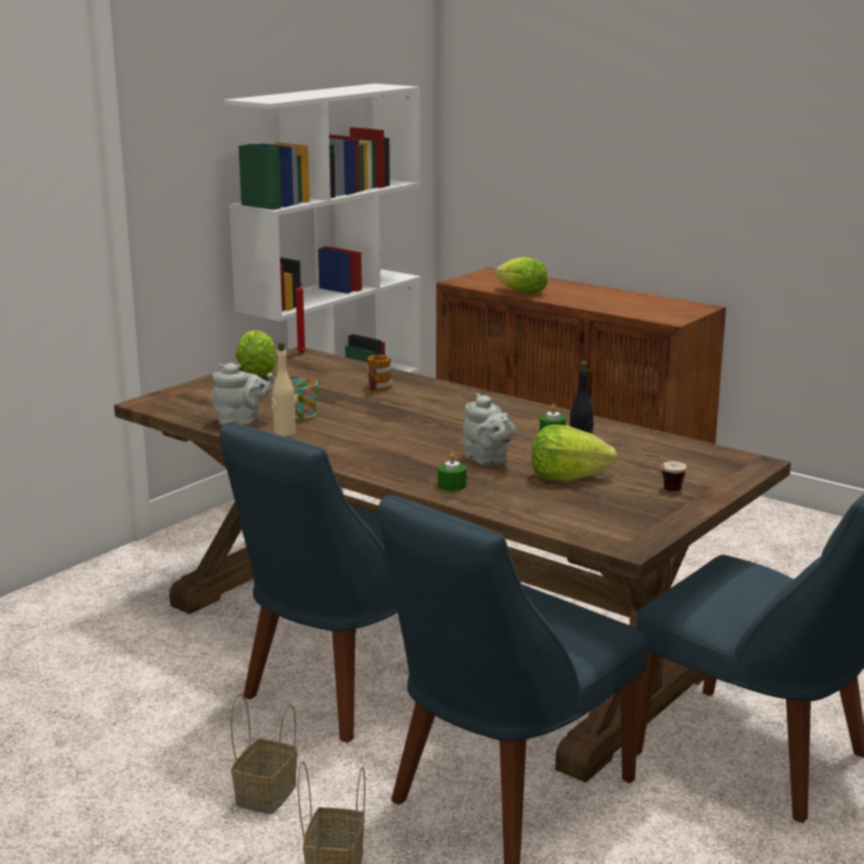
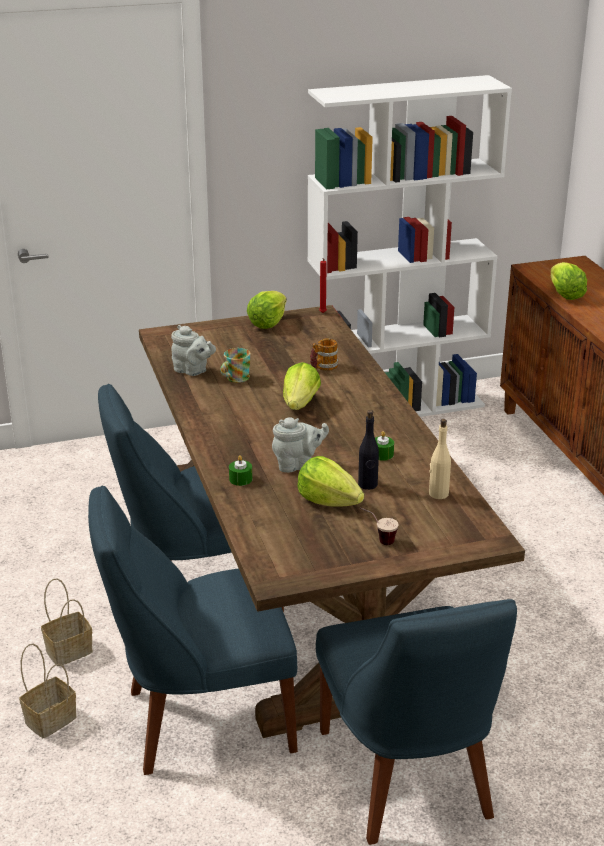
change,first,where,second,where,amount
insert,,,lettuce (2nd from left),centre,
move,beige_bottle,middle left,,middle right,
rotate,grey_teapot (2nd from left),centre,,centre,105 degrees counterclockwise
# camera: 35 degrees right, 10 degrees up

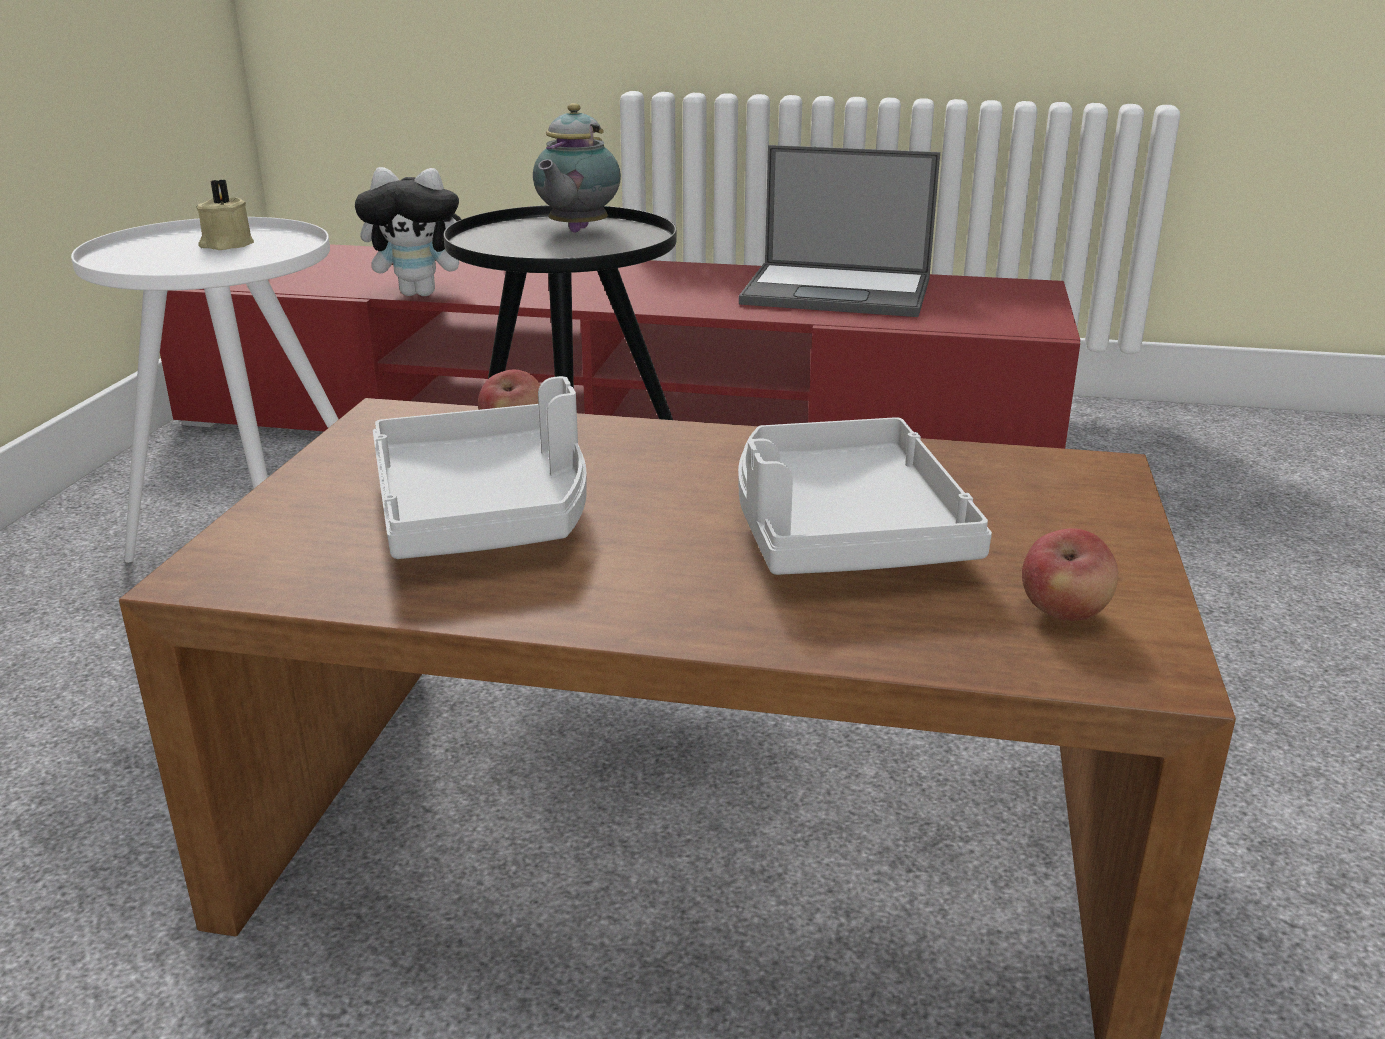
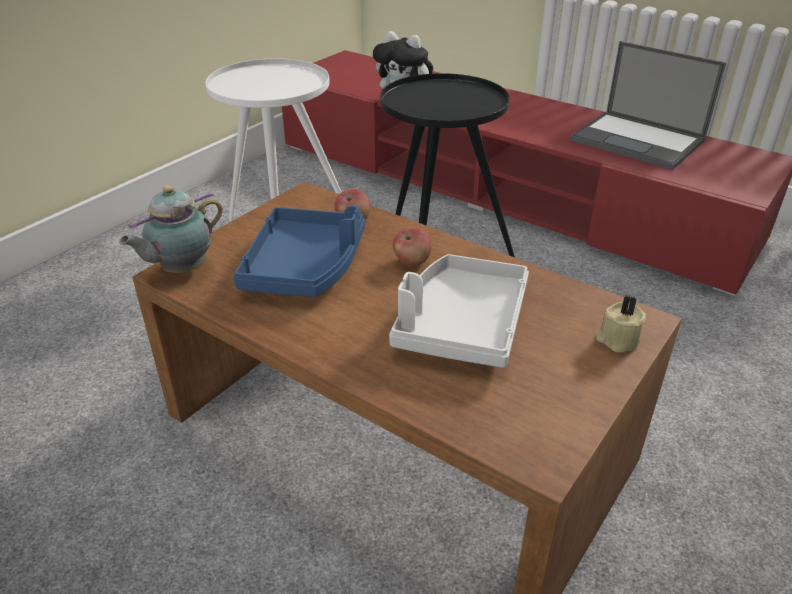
change,first,where,second,where,amount
move,beige_candle,top left,,middle right,
move,teapot,top centre,,middle left,
move,apple (2nd from left),middle right,,centre,
recolor,grey_tray (1st from left),centre,blue_tray,centre,
# camera: 25 degrees right, 10 degrees up

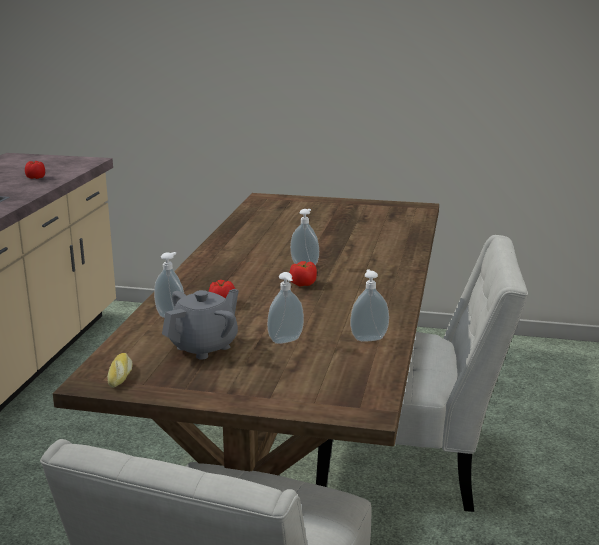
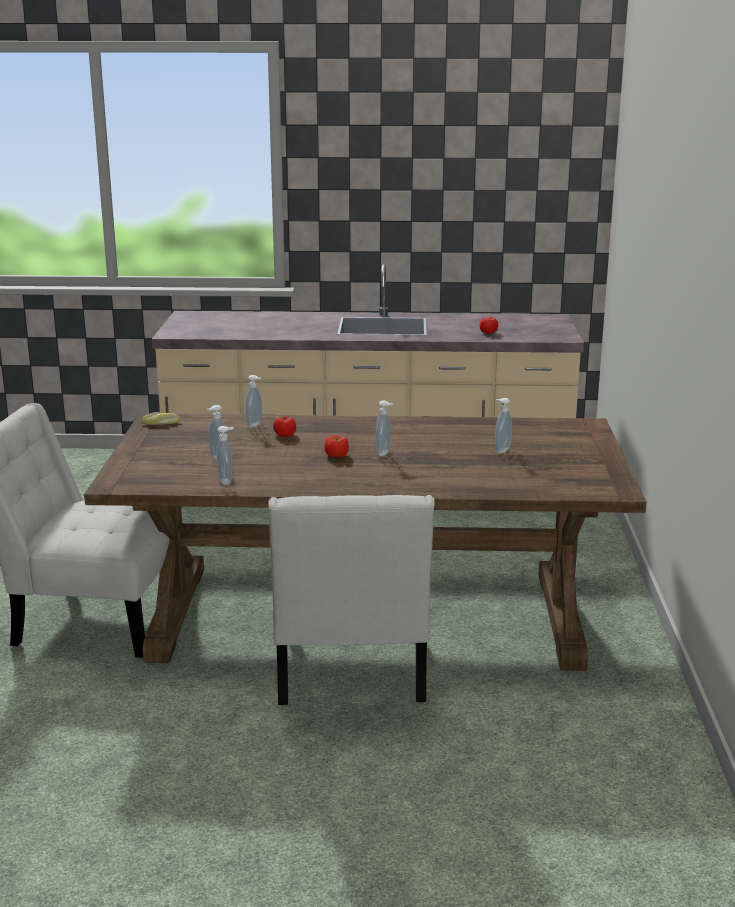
change,first,where,second,where,amount
delete,grey_teapot,centre,,,
insert,,,soap_dispenser (5th from left),middle right,
# camera: 80 degrees right, 0 degrees up

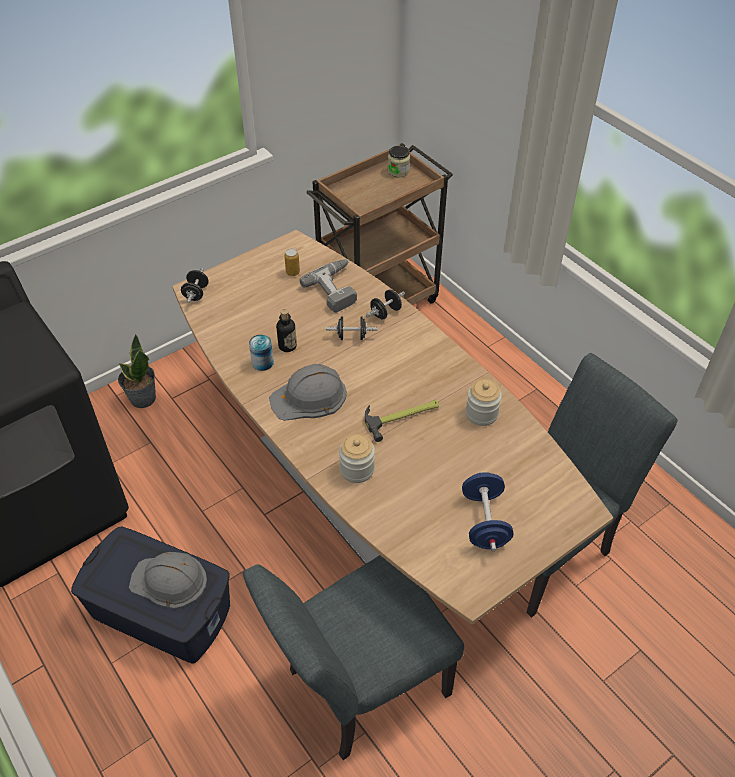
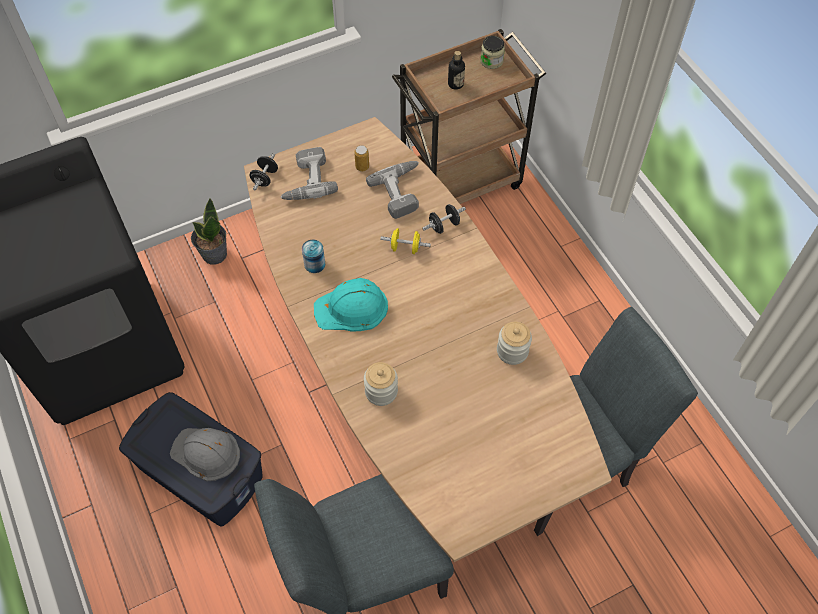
change,first,where,second,where,amount
delete,hammer,centre,,,
delete,blue_dumbbell,centre,,,
insert,,,power_drill (1st from left),top centre,
move,bottle,centre,,top centre,
recolor,grey_hard_hat (2nd from left),centre,turquoise_hard_hat,centre,
recolor,black_dumbbell (2nd from left),centre,yellow_dumbbell,centre,
# camera: 10 degrees right, 10 degrees up

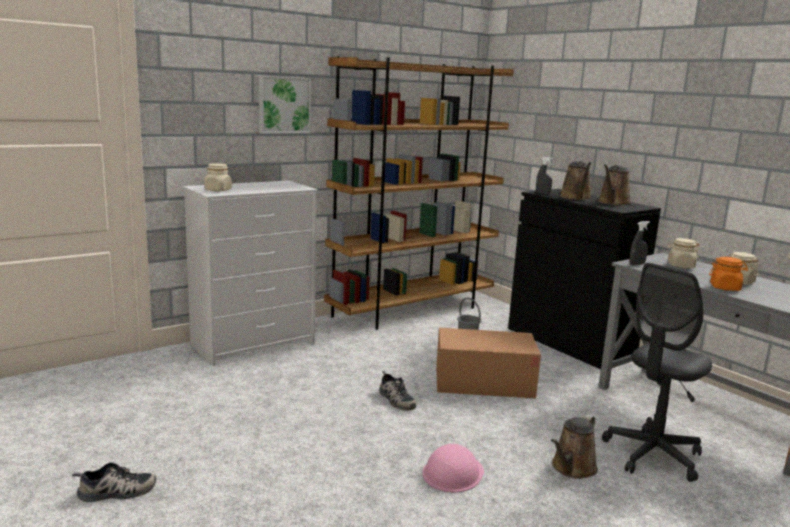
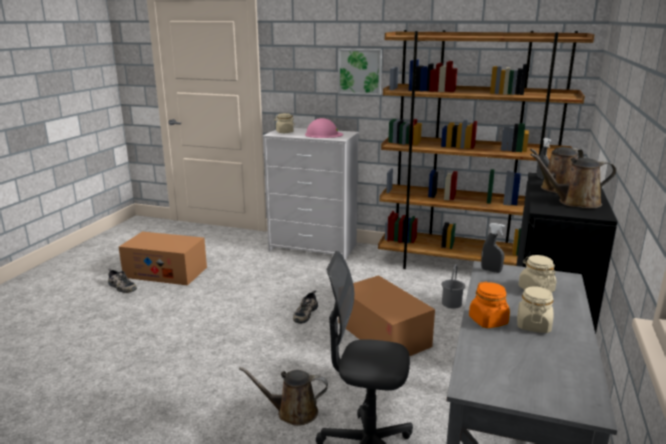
change,first,where,second,where,amount
insert,,,cardboard_box (1st from left),middle left,
move,pink_hard_hat,bottom centre,,top centre,
# camera: 55 degrees right, 5 degrees up

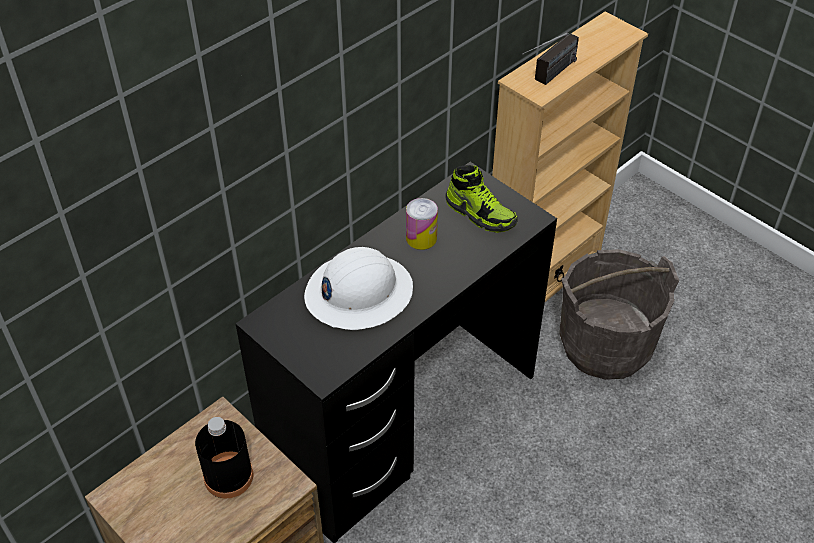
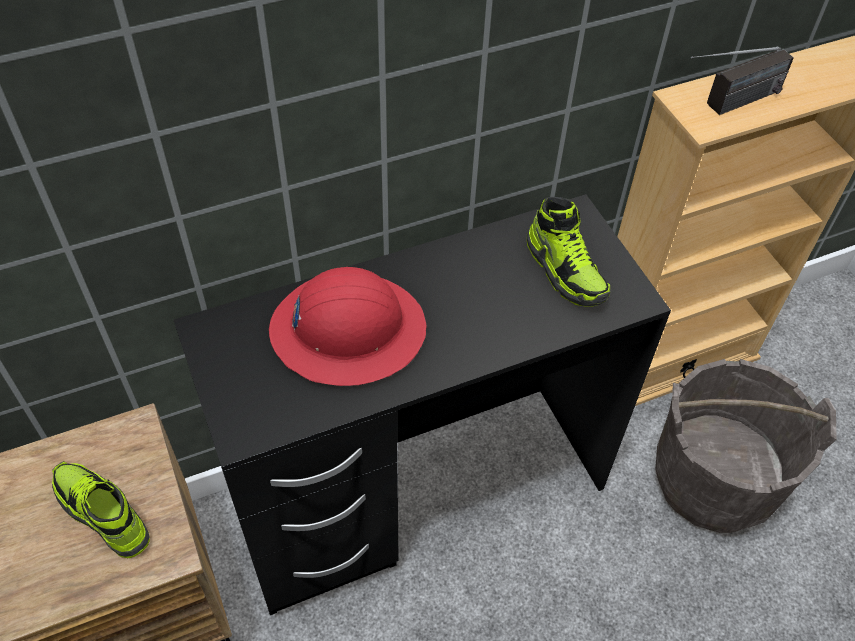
change,first,where,second,where,amount
delete,can,centre,,,
replace,black_bottle,bottom left,shoe (1st from left),bottom left,
recolor,white_hard_hat,centre,red_hard_hat,centre,
# camera: 20 degrees right, 5 degrees up

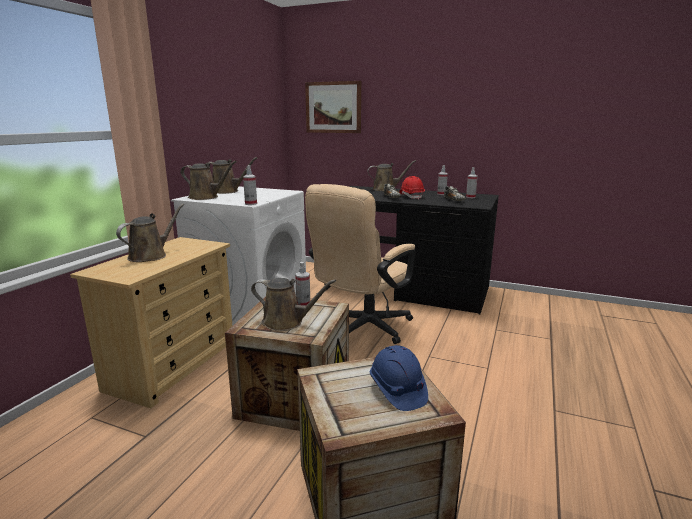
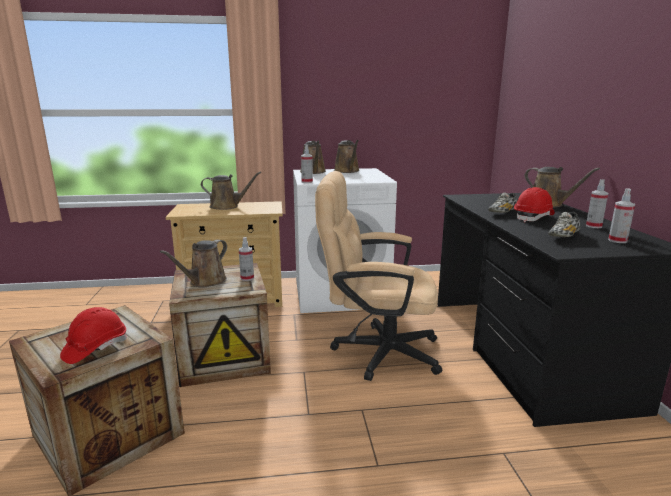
change,first,where,second,where,amount
delete,picture,top centre,,,
recolor,blue_hard_hat,bottom centre,red_hard_hat (1st from left),bottom left,
rotate,brown_watering_can (4th from left in the first image),centre,brown_watering_can (1st from left),middle left,45 degrees clockwise
# camera: 60 degrees right, 0 degrees up

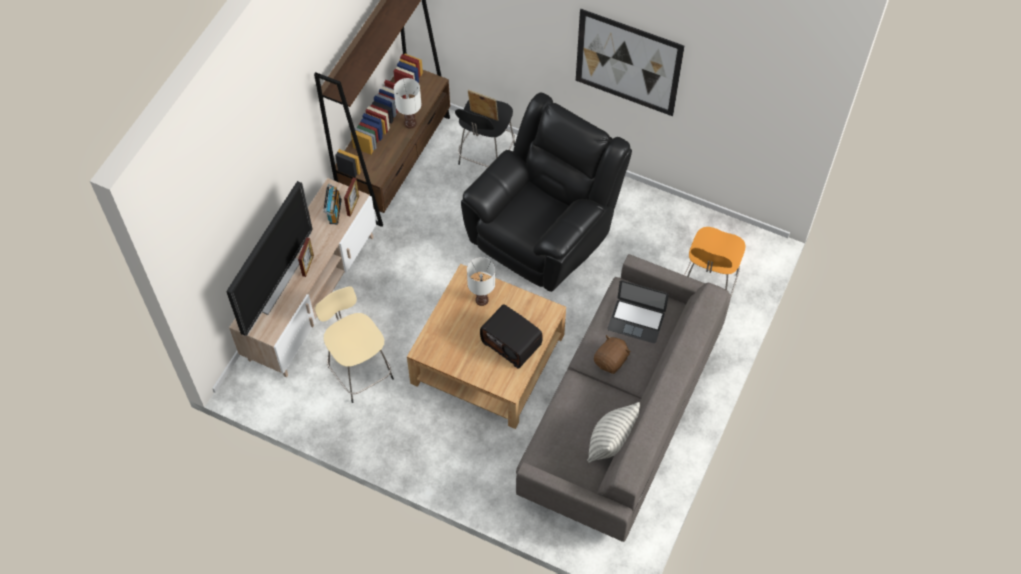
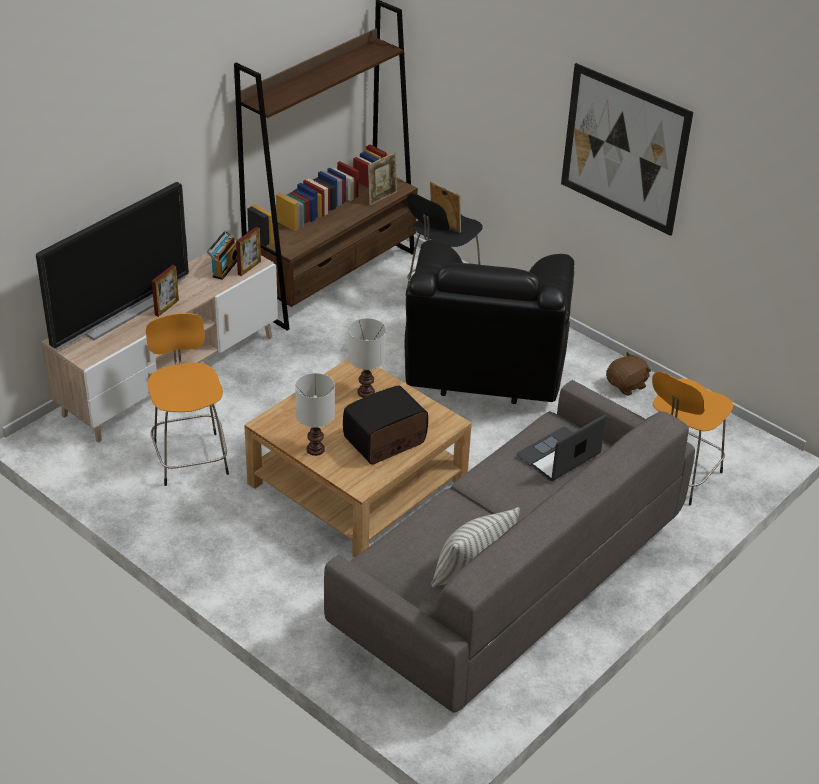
change,first,where,second,where,amount
insert,,,picture_frame (3rd from left),top centre,
move,white_table_lamp (1st from left),top centre,,centre,
move,brown_plush_toy,centre,,middle right,
recolor,beige_stool,centre,orange_stool (1st from left),middle left,
rotate,black_armchair,centre,,centre,135 degrees clockwise
rotate,radio (2nd from left),centre,,centre,90 degrees clockwise
rotate,laptop,centre,,middle right,105 degrees clockwise
# camera: 15 degrees right, 20 degrees down

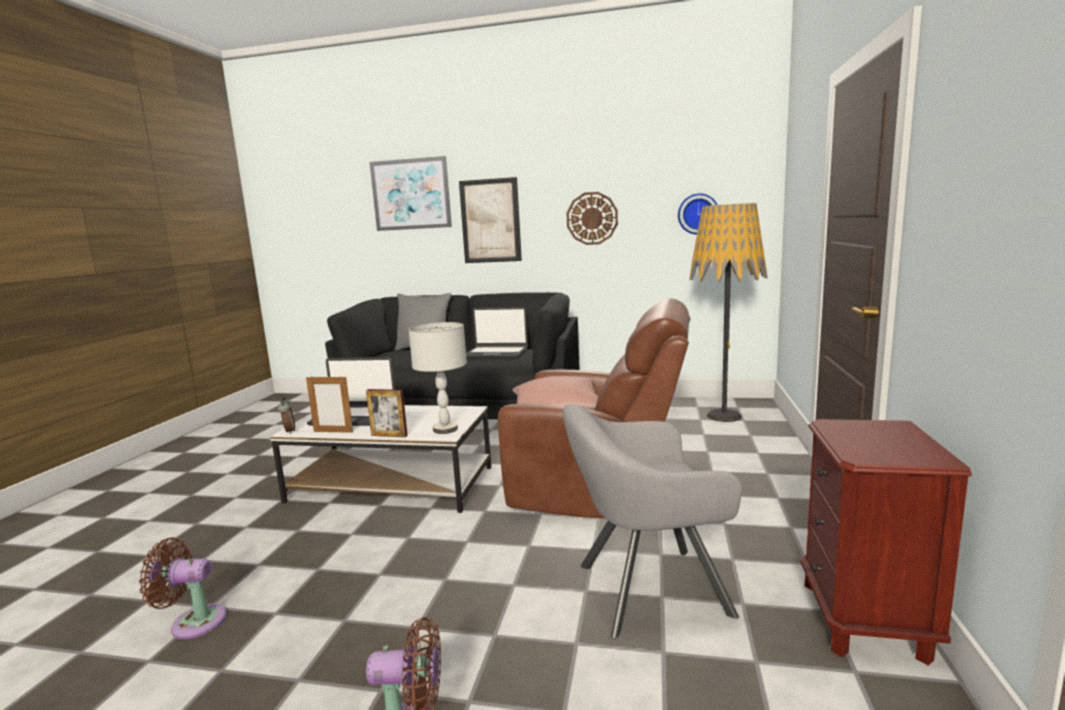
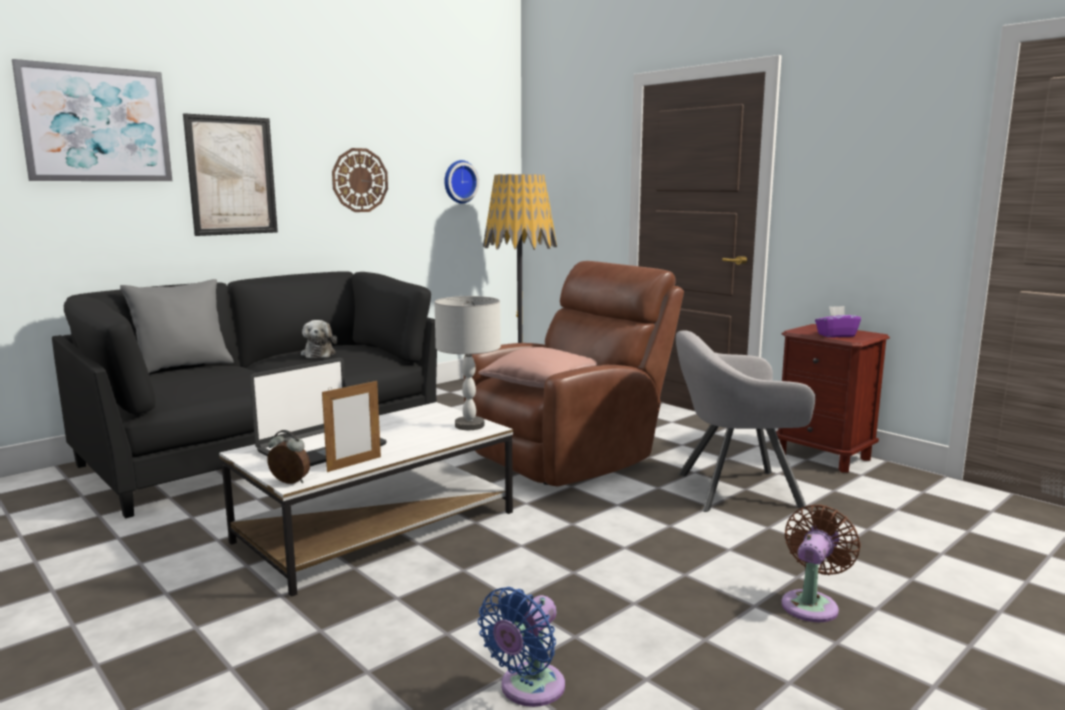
change,first,where,second,where,amount
delete,picture_frame (2nd from left),centre,,,
insert,,,purple_tissue_box,middle right,
replace,laptop (2nd from left),centre,plush_toy,middle left,
recolor,brown_fan (1st from left),bottom left,blue_fan,bottom centre,
rotate,grey_armchair,bottom centre,,middle right,60 degrees clockwise
# camera: 55 degrees left, 0 degrees up

